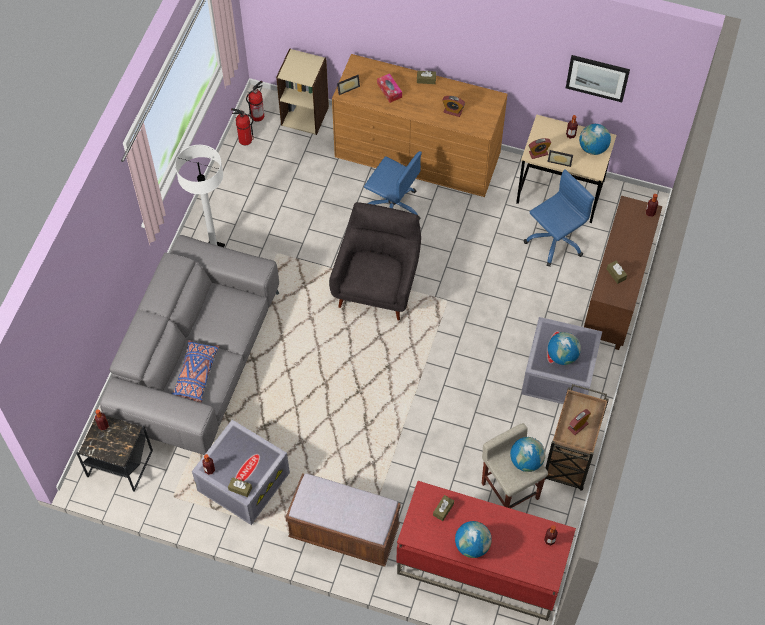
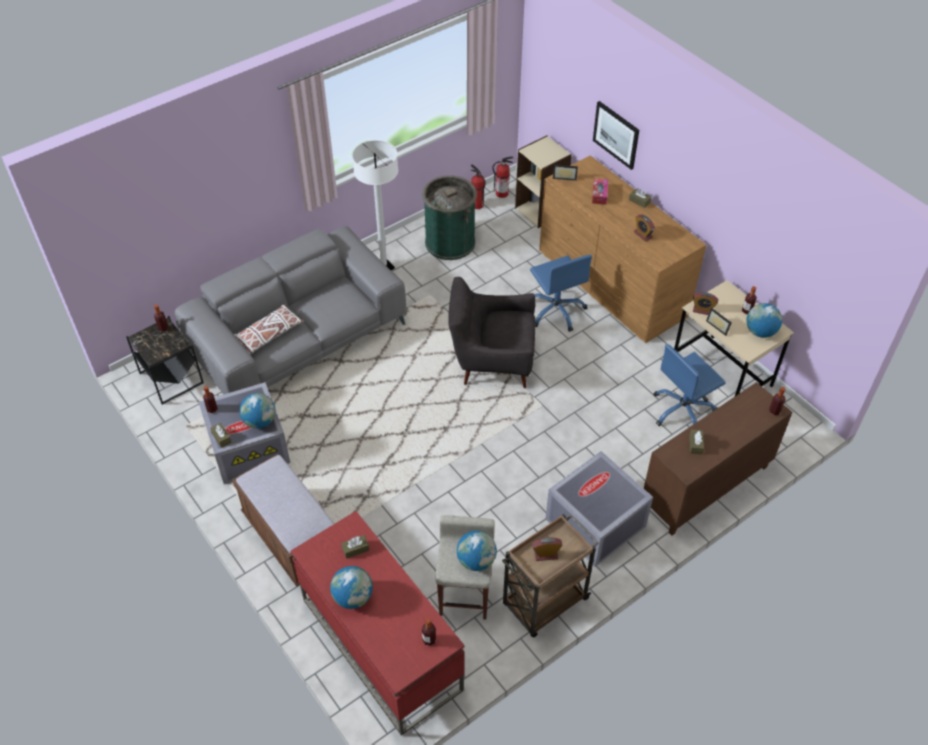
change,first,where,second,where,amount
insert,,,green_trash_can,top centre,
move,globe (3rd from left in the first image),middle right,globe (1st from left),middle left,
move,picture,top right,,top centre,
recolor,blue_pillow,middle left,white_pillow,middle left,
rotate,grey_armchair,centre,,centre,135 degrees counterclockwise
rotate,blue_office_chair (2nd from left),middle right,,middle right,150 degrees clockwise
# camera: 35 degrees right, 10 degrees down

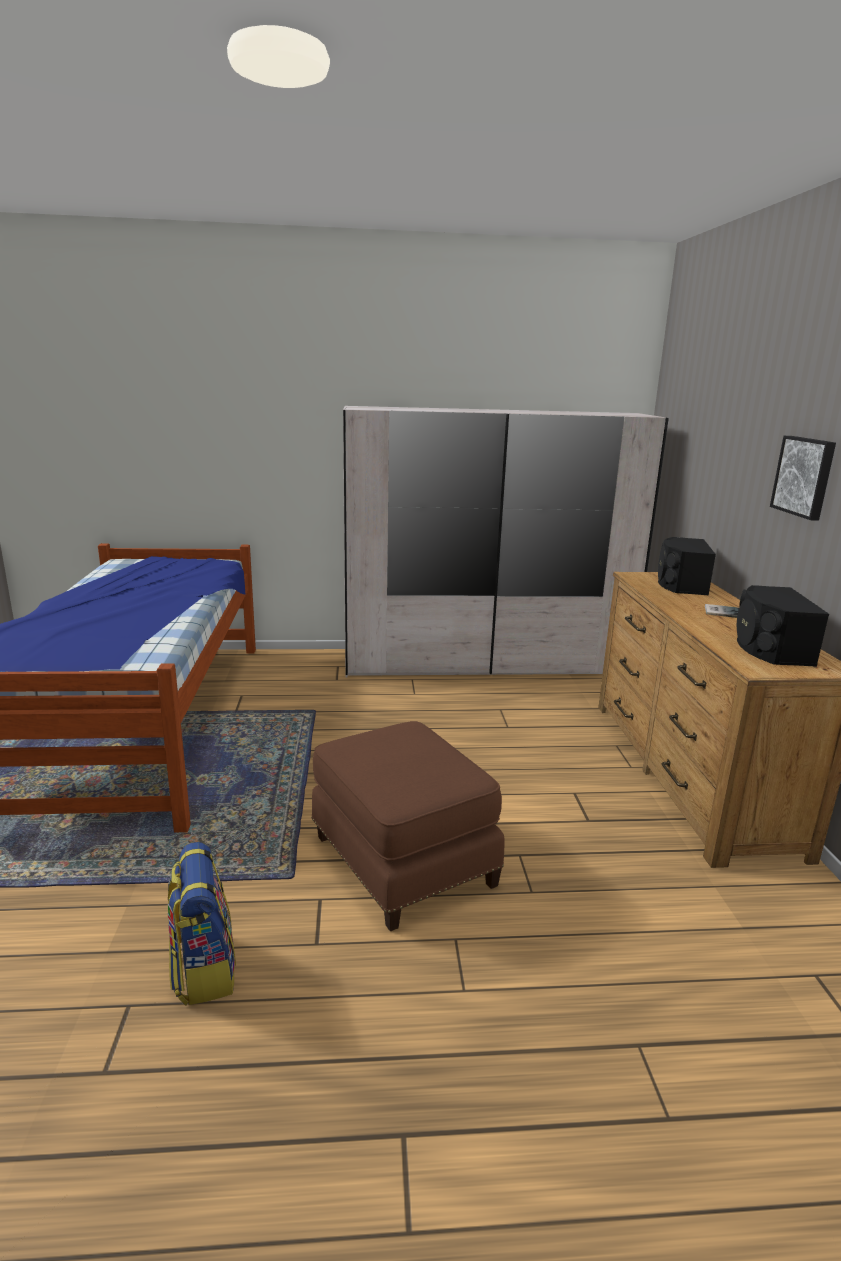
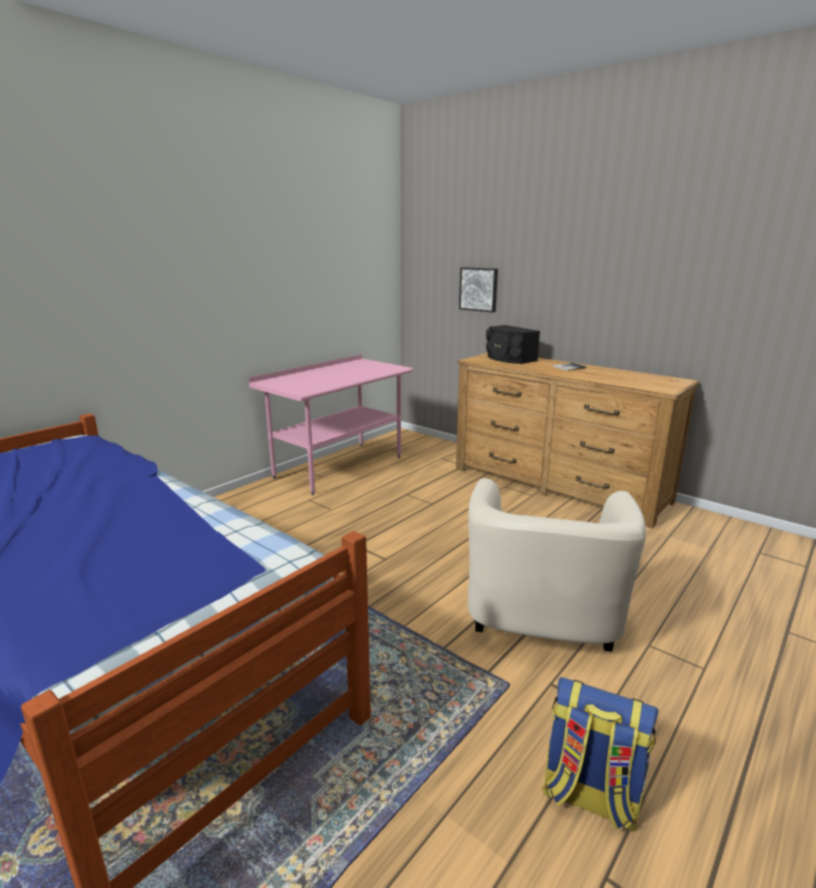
change,first,where,second,where,amount
delete,black_speaker (2nd from left),middle right,,,
move,picture,middle right,,top centre,
replace,brown_ottoman,centre,beige_armchair,middle right,
replace,white_wardrobe,centre,pink_desk,centre,
# camera: 45 degrees left, 0 degrees up

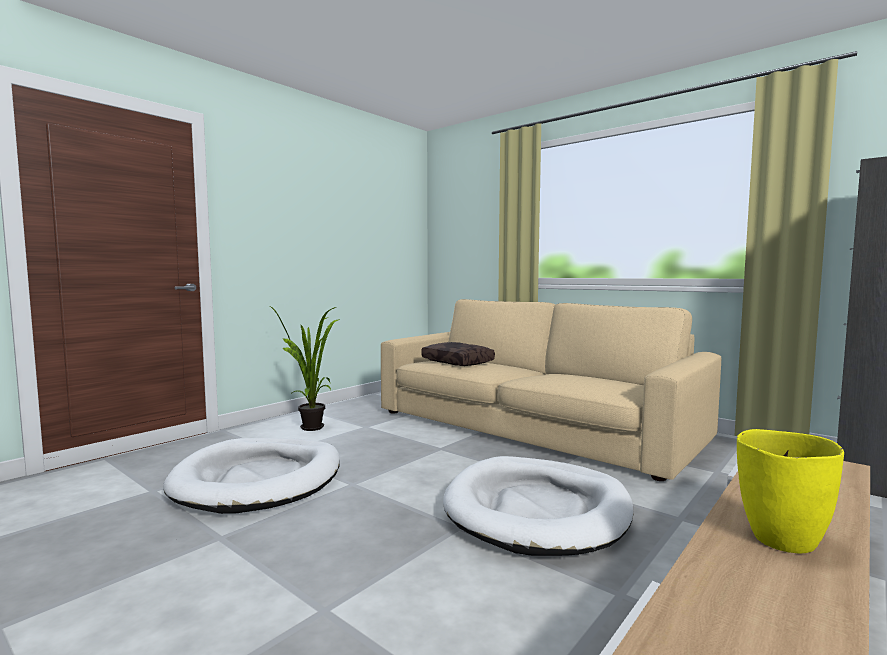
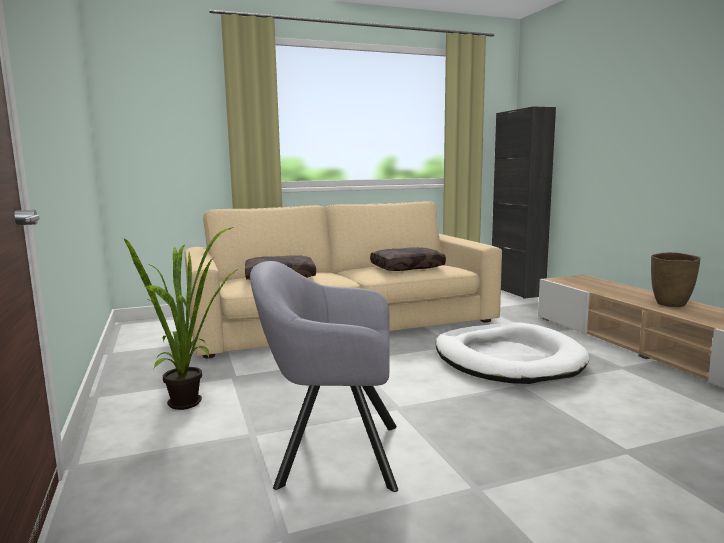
change,first,where,second,where,amount
insert,,,brown_pillow (2nd from left),centre,
replace,white_dog_bed (1st from left),bottom left,grey_armchair,bottom centre,
recolor,yellow_vase,bottom right,brown_vase,middle right,
# camera: 60 degrees left, 5 degrees up

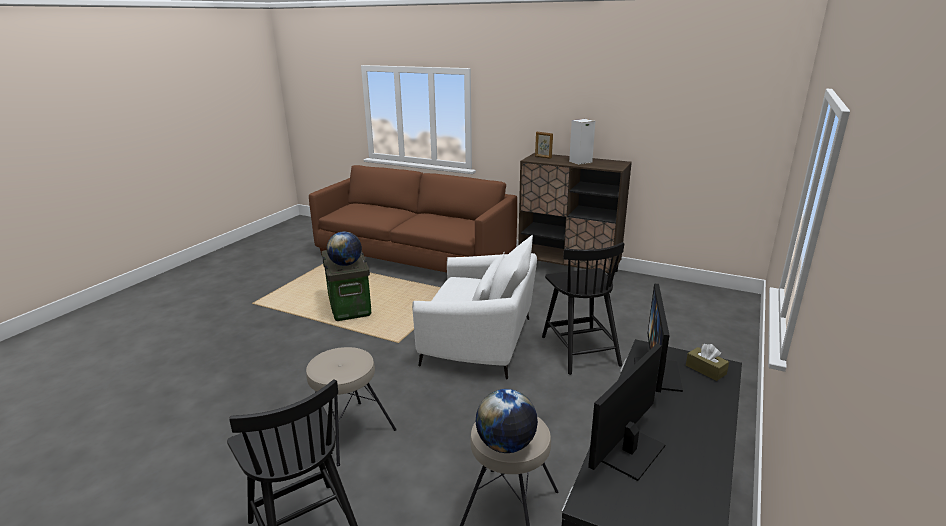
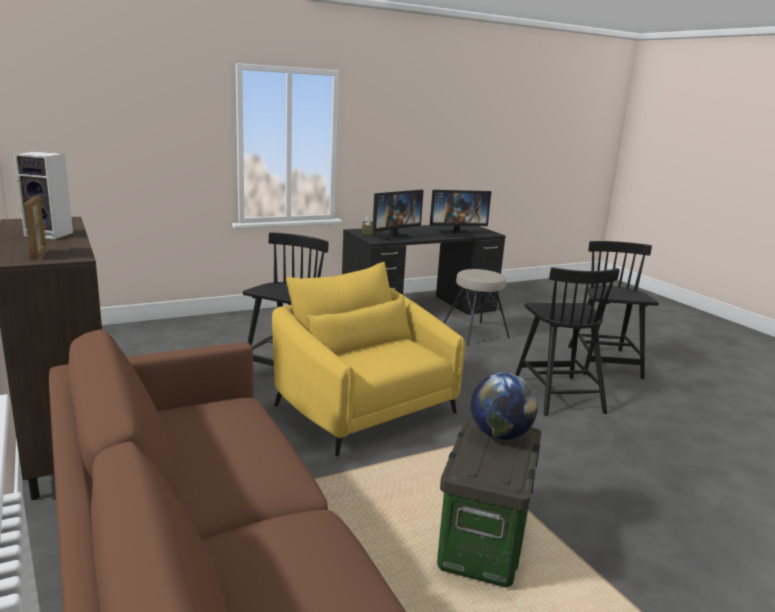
change,first,where,second,where,amount
delete,globe (2nd from left),bottom centre,,,
replace,beige_stool (1st from left),bottom centre,black_chair (2nd from left),middle right,
recolor,white_armchair,centre,yellow_armchair,centre,
# camera: 145 degrees left, 5 degrees down

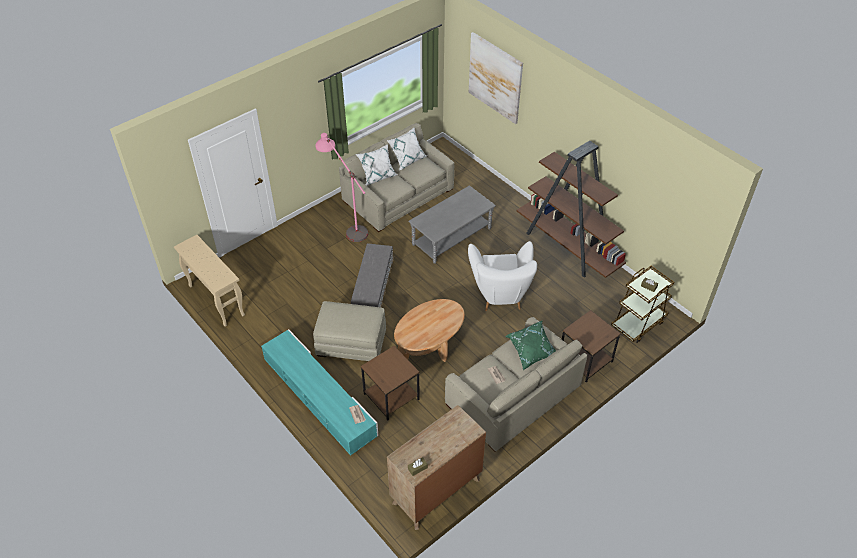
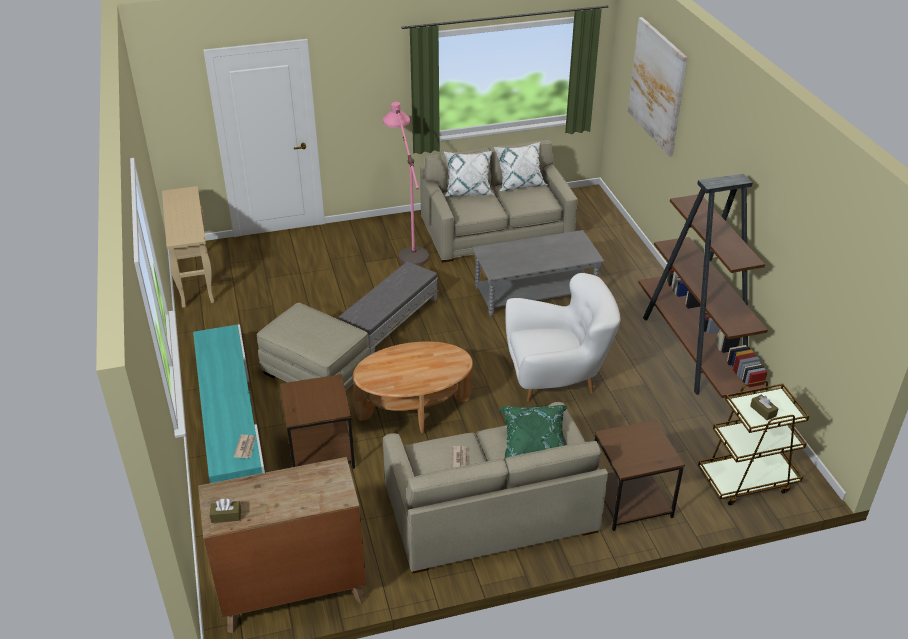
change,first,where,second,where,amount
rotate,white_armchair,centre,,centre,120 degrees counterclockwise
# camera: 25 degrees right, 10 degrees down

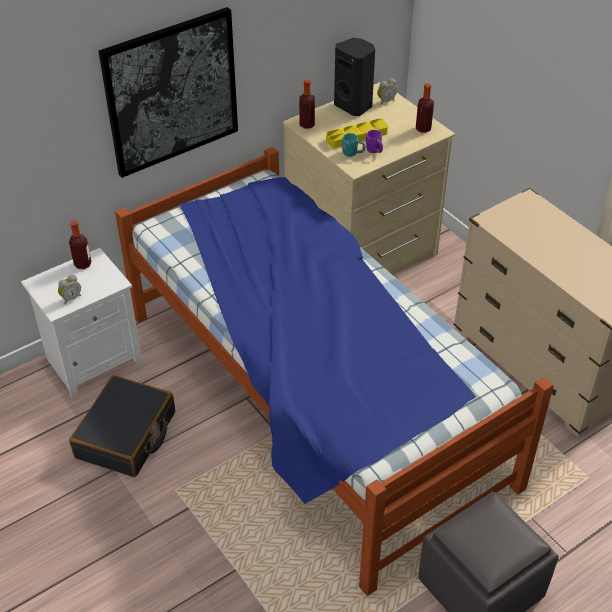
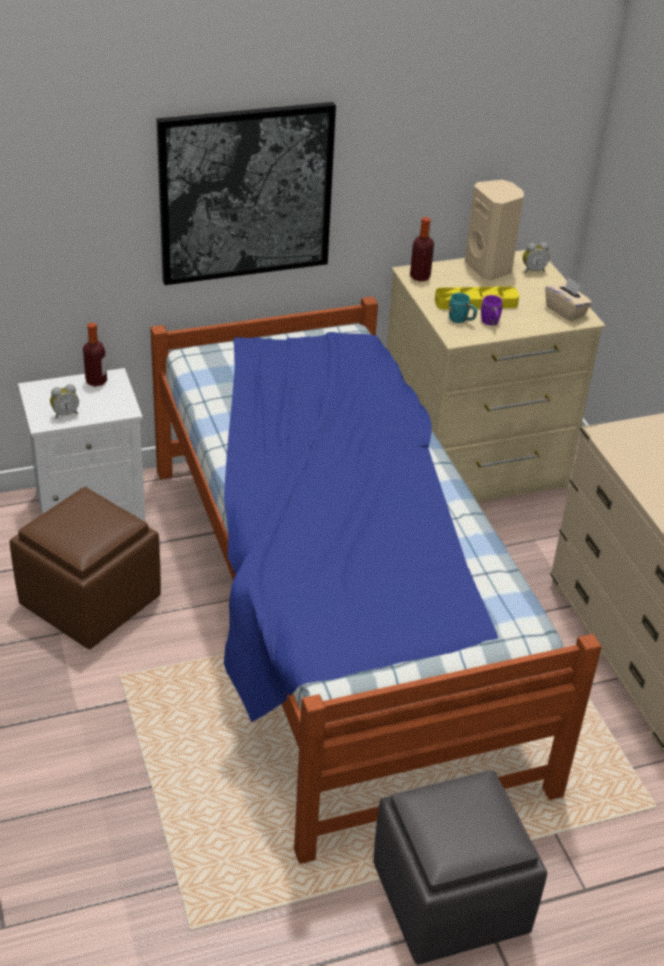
change,first,where,second,where,amount
replace,black_suitcase,bottom left,brown_ottoman,middle left,
replace,bottle (3rd from left),top right,beige_tissue_box,top right,
recolor,black_speaker,top centre,beige_speaker,top right,
# camera: 15 degrees right, 5 degrees down

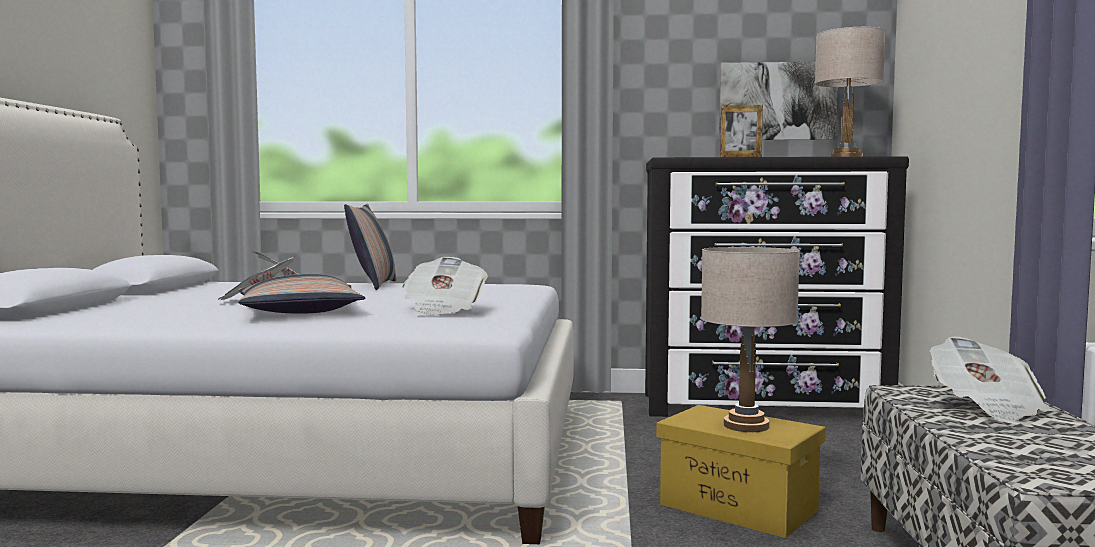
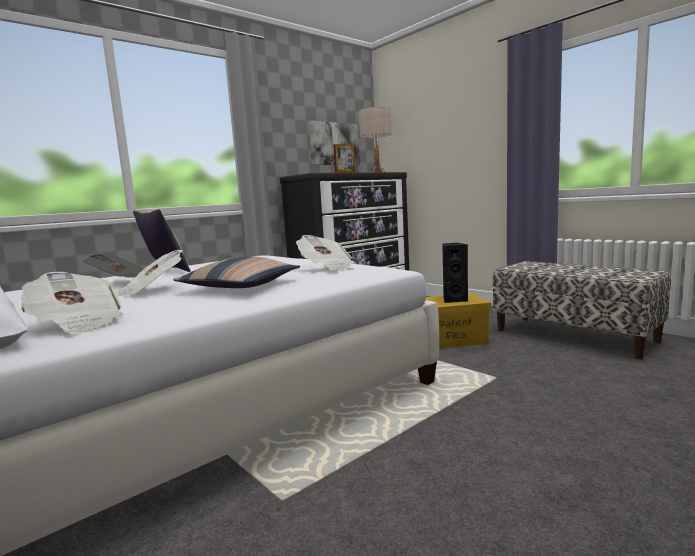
change,first,where,second,where,amount
move,newspaper (4th from left in the first image),bottom right,newspaper (1st from left),middle left,
replace,beige_table_lamp (1st from left),middle right,black_speaker,centre,
# camera: 45 degrees left, 5 degrees up

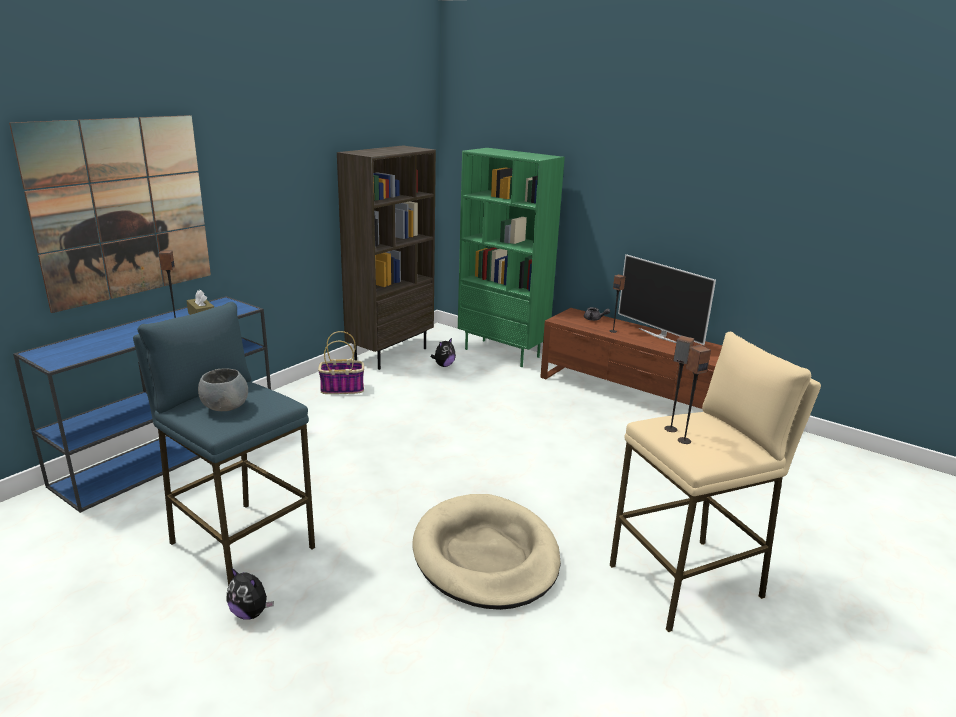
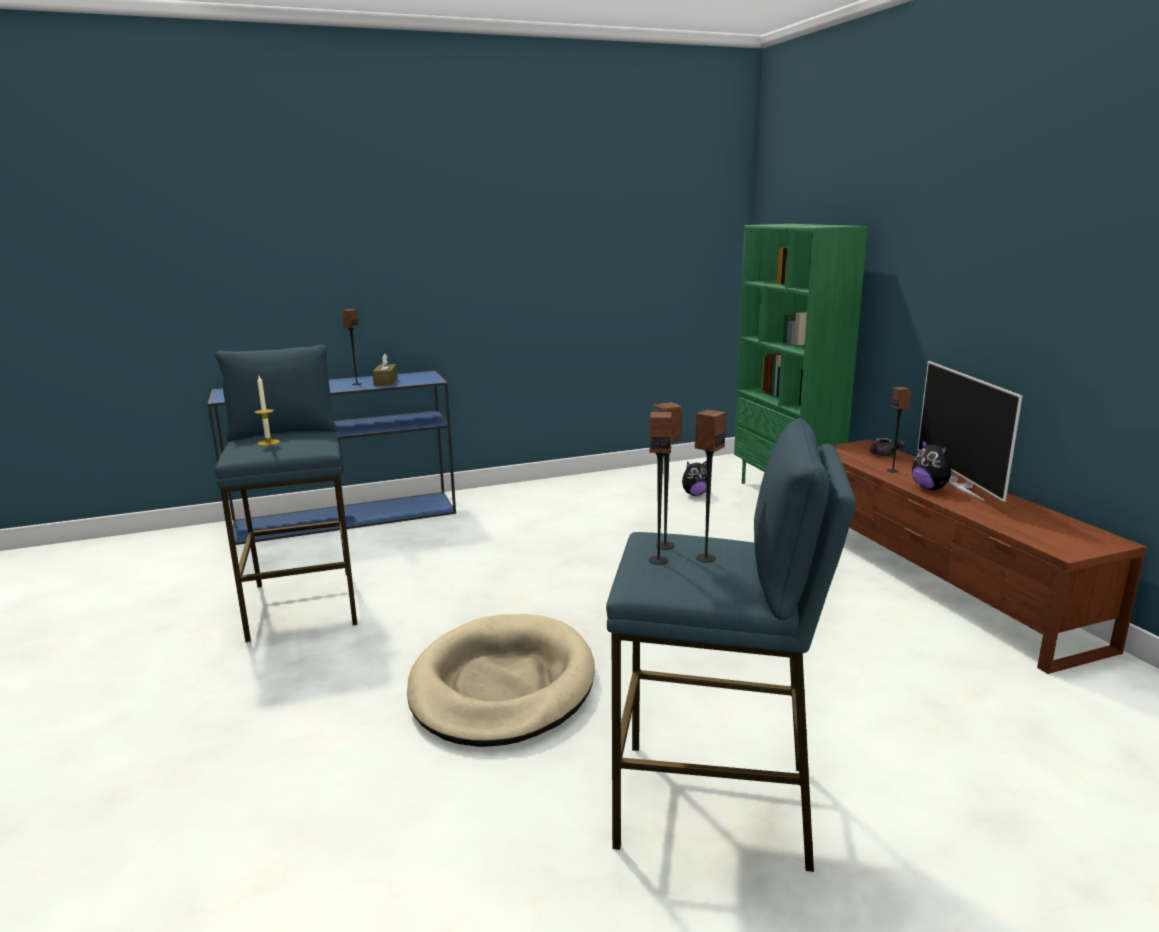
change,first,where,second,where,amount
delete,picture,top left,,,
delete,basket,centre,,,
delete,brown_bookcase,centre,,,
insert,,,speaker (4th from left),centre,
move,plush_toy (1st from left in the first image),bottom left,plush_toy (2nd from left),middle right,
replace,grey_bowl,middle left,candle,middle left,
recolor,beige_stool,bottom right,blue_stool (2nd from left),bottom centre,
# camera: 35 degrees right, 5 degrees down

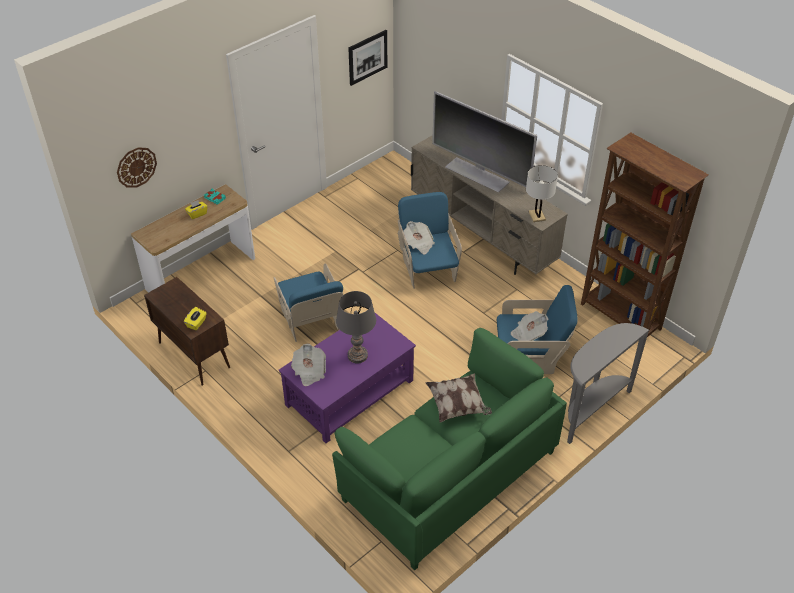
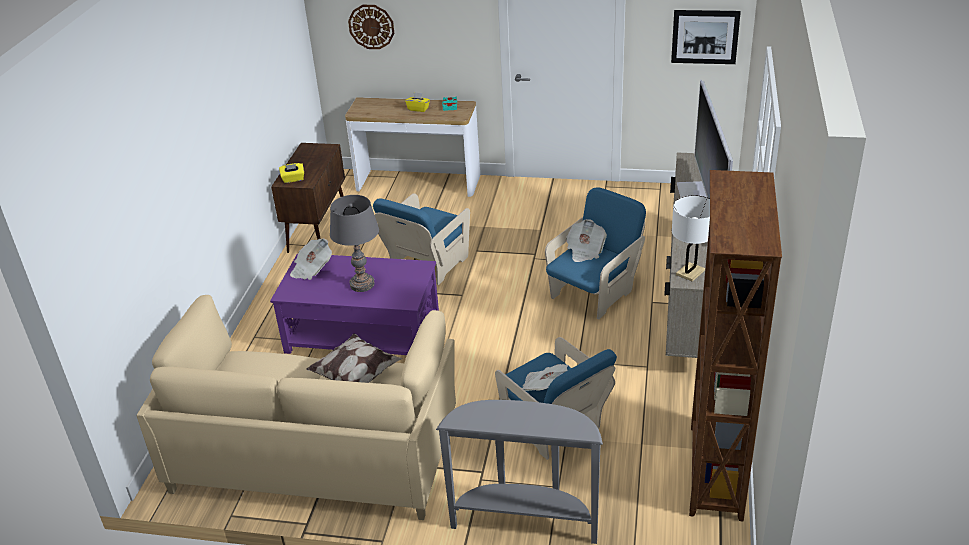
change,first,where,second,where,amount
recolor,green_sofa,bottom centre,beige_sofa,bottom left,
# camera: 55 degrees right, 10 degrees down

